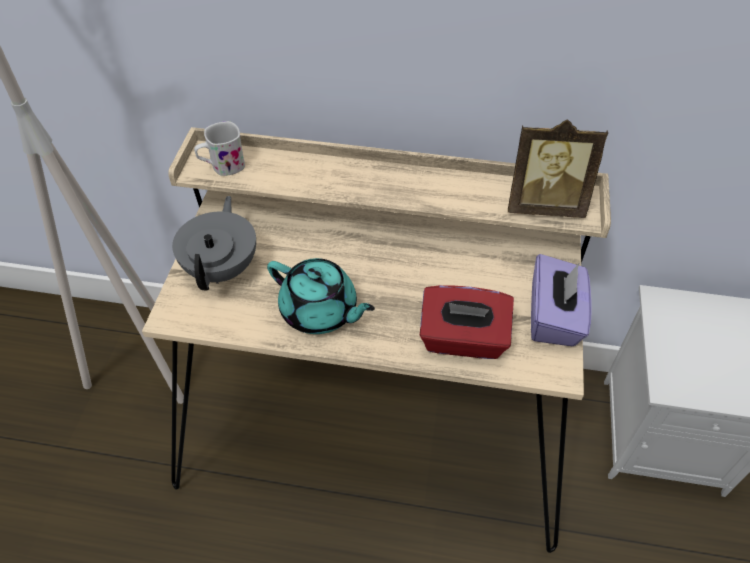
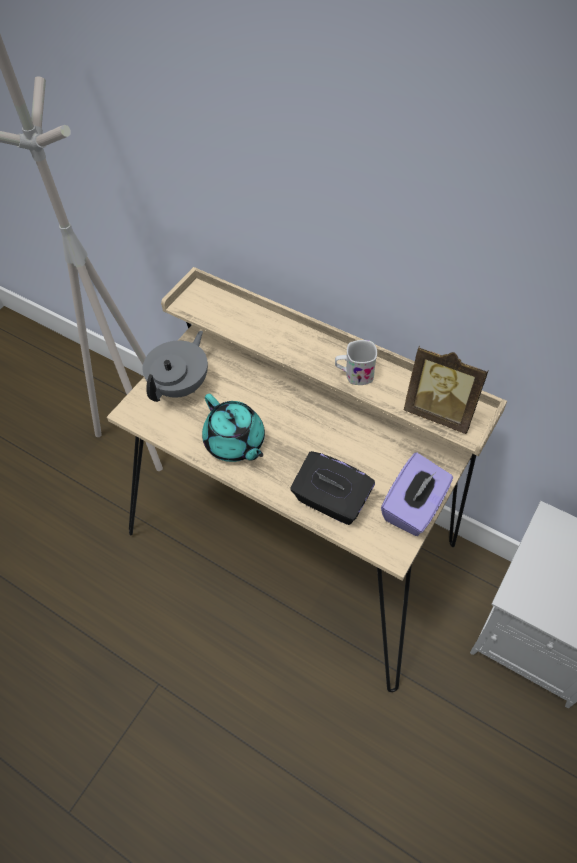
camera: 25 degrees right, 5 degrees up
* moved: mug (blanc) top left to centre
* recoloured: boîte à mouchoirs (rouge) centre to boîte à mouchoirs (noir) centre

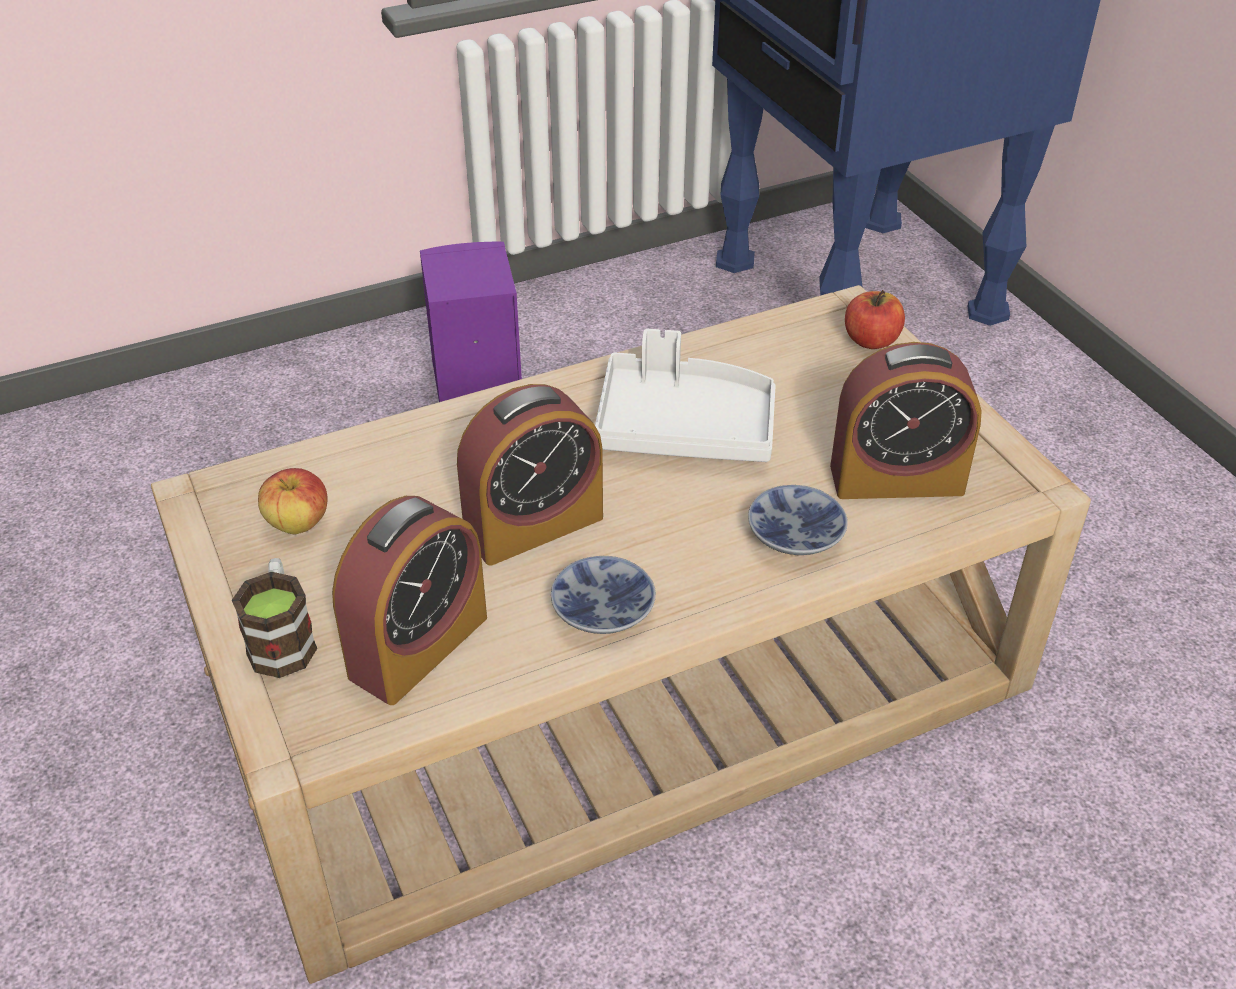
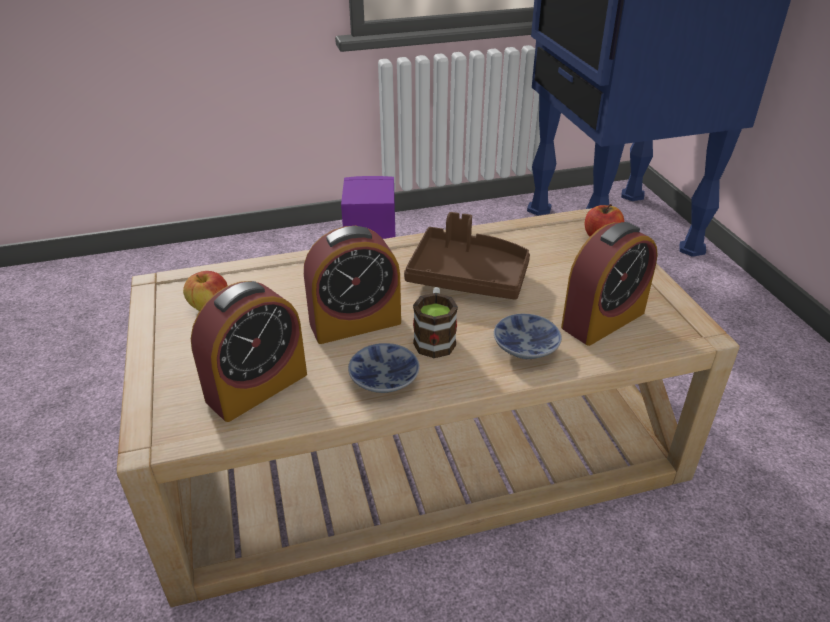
camera: 10 degrees right, 5 degrees down
* moved: mug middle left to centre
* recoloured: plateau (blanc) centre to plateau (marron) centre
* turned: réveil (3rd from left) middle right = middle right 45 degrees counterclockwise

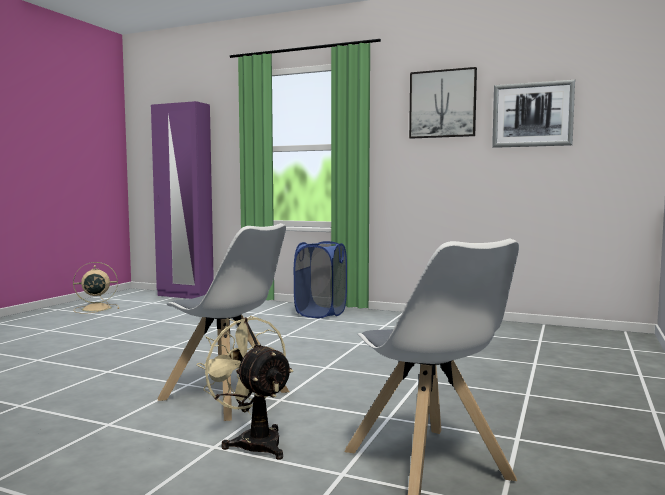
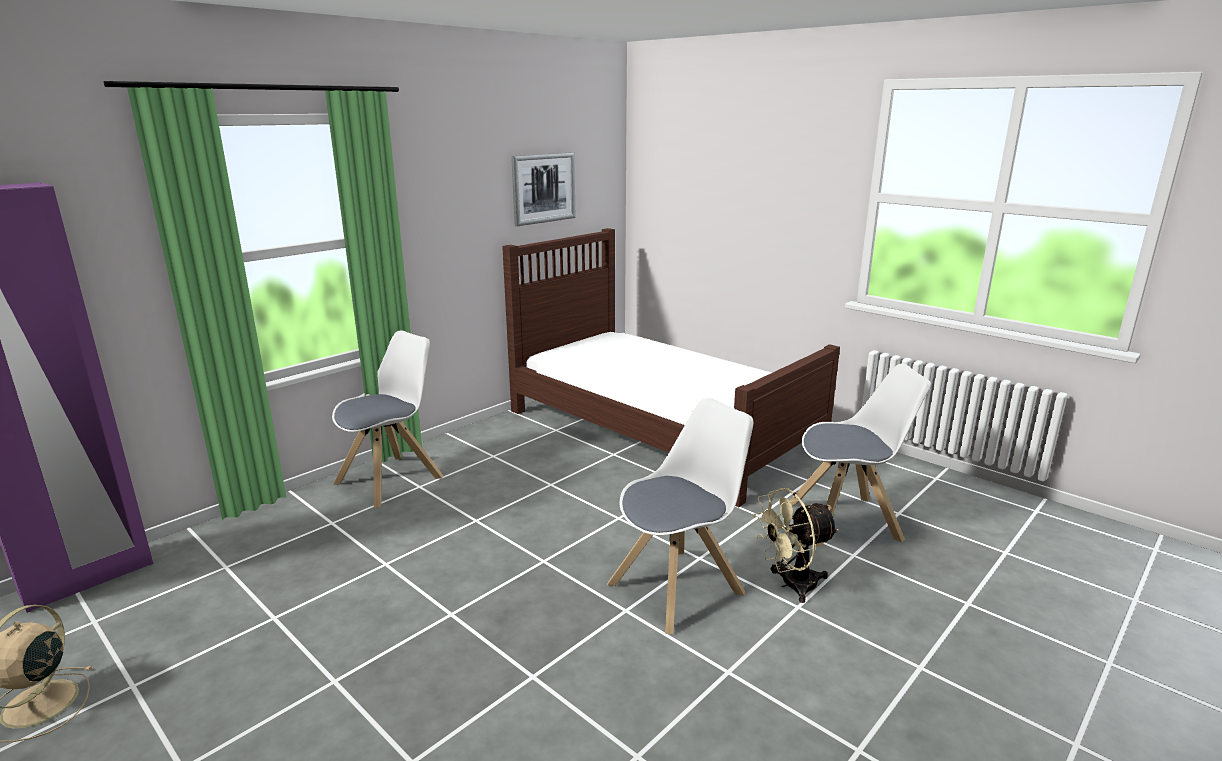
camera: 70 degrees left, 15 degrees up
* removed: tableau (1st from left) top centre
* added: lit (marron) centre
* replaced: panier à linge (bleu) centre to chaise (1st from left) middle left

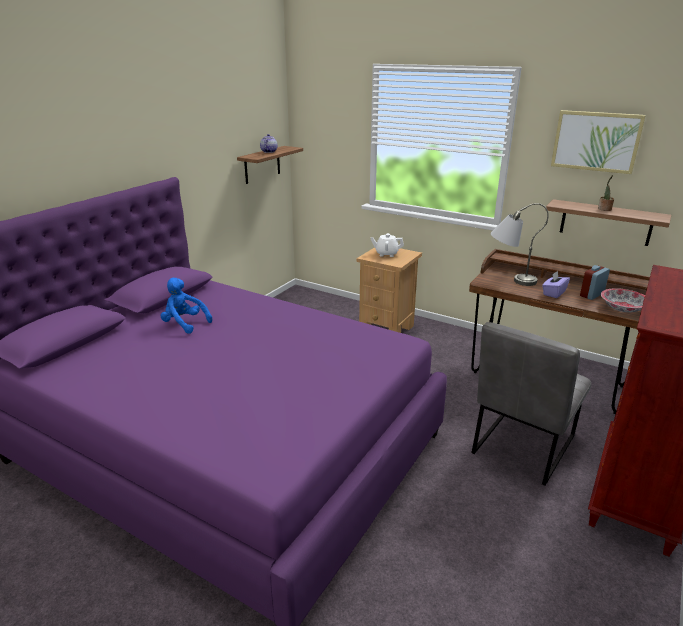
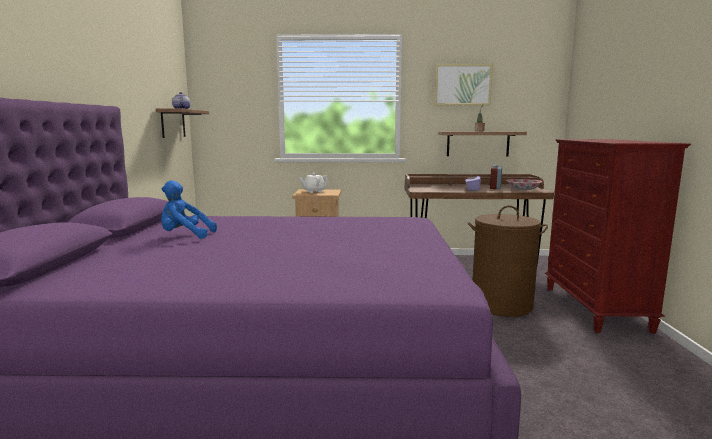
camera: 30 degrees left, 15 degrees down
* removed: lampe de table (gris) middle right
* replaced: chaise (gris) middle right to panier à linge (marron) middle right

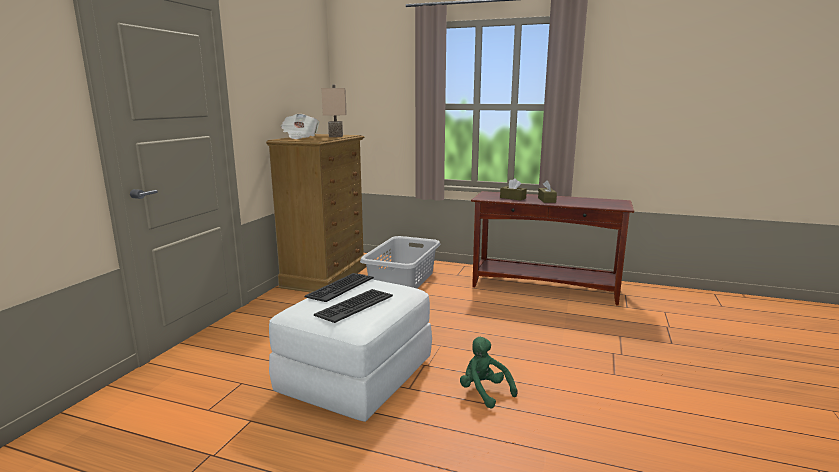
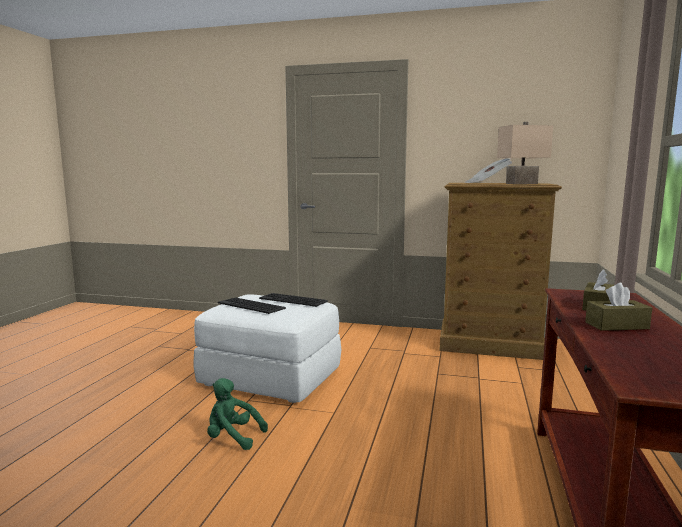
camera: 85 degrees right, 5 degrees down
* removed: panier à linge (gris) centre
* turned: peluche (vert) bottom centre = bottom centre 120 degrees counterclockwise

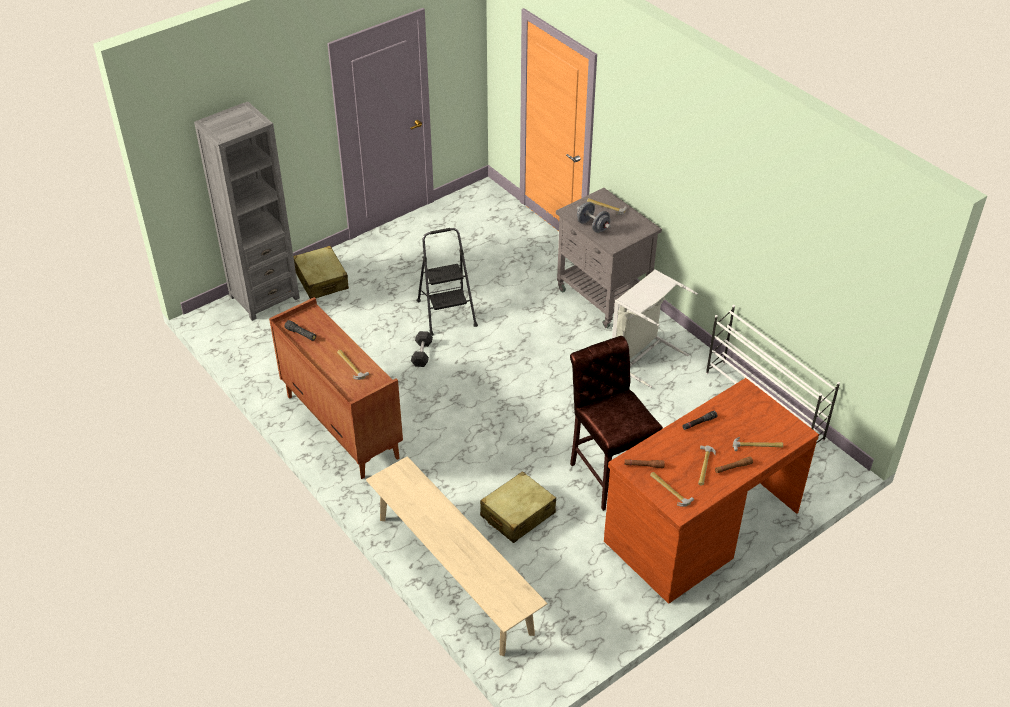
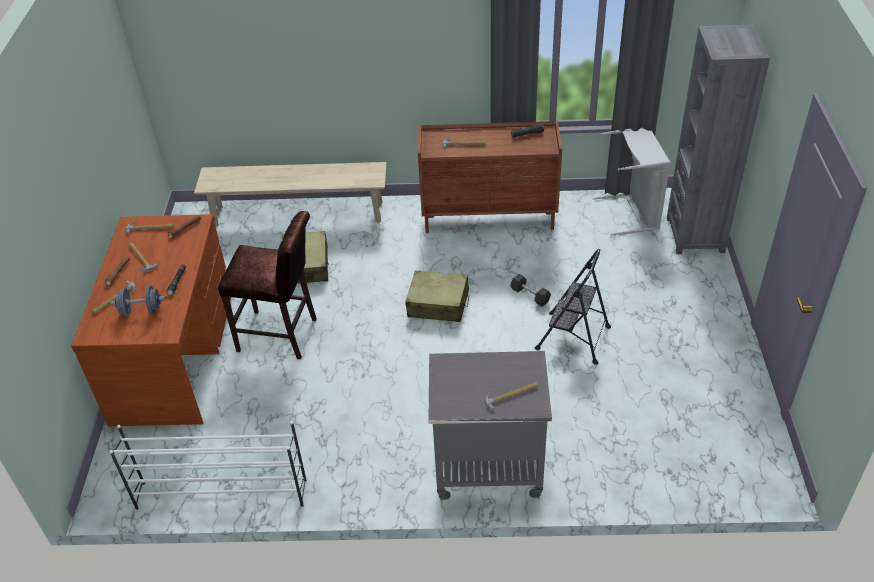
camera: 130 degrees right, 0 degrees up
* moved: valise (beige) (1st from left in the first image) middle left to valise (beige) (2nd from left) centre
* moved: haltère (gris) (2nd from left in the first image) top centre to haltère (gris) (1st from left) middle left
* moved: panier à linge (gris) centre to top right

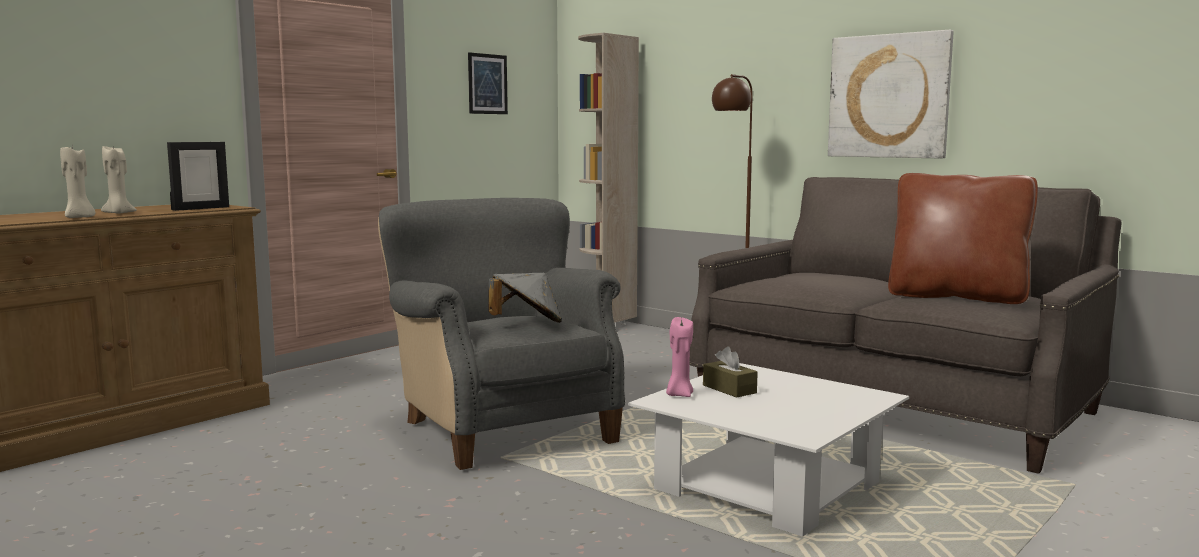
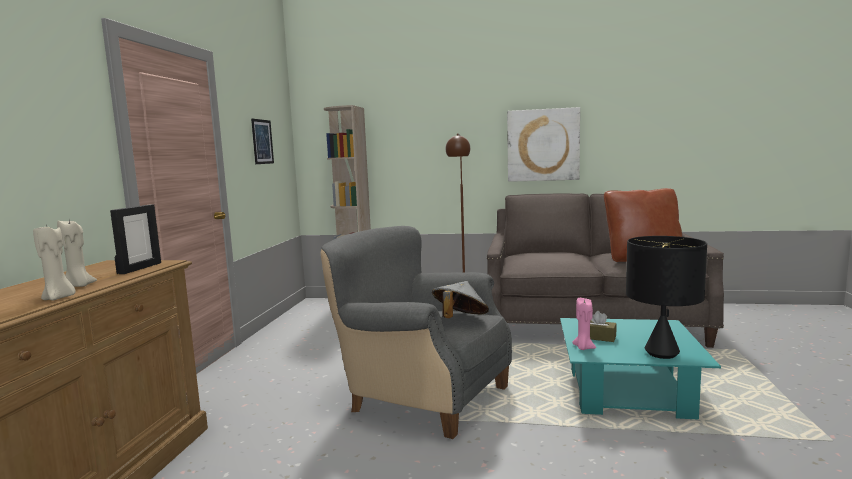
camera: 30 degrees left, 0 degrees up
* added: lampe de table (noir) middle right
* recoloured: table basse (blanc) bottom centre to table basse (turquoise) bottom right

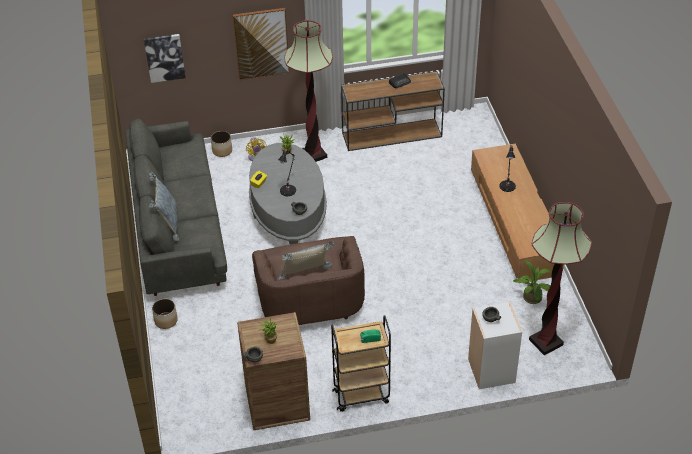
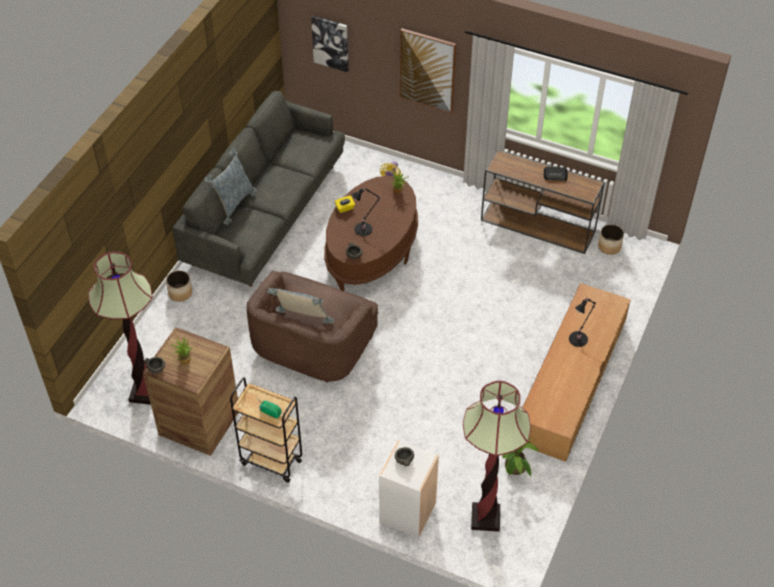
camera: 35 degrees right, 5 degrees up
* moved: cache-pot (2nd from left) top left to middle right
* moved: lampadaire (1st from left) top centre to middle left
* recoloured: table basse (gris) centre to table basse (marron) centre

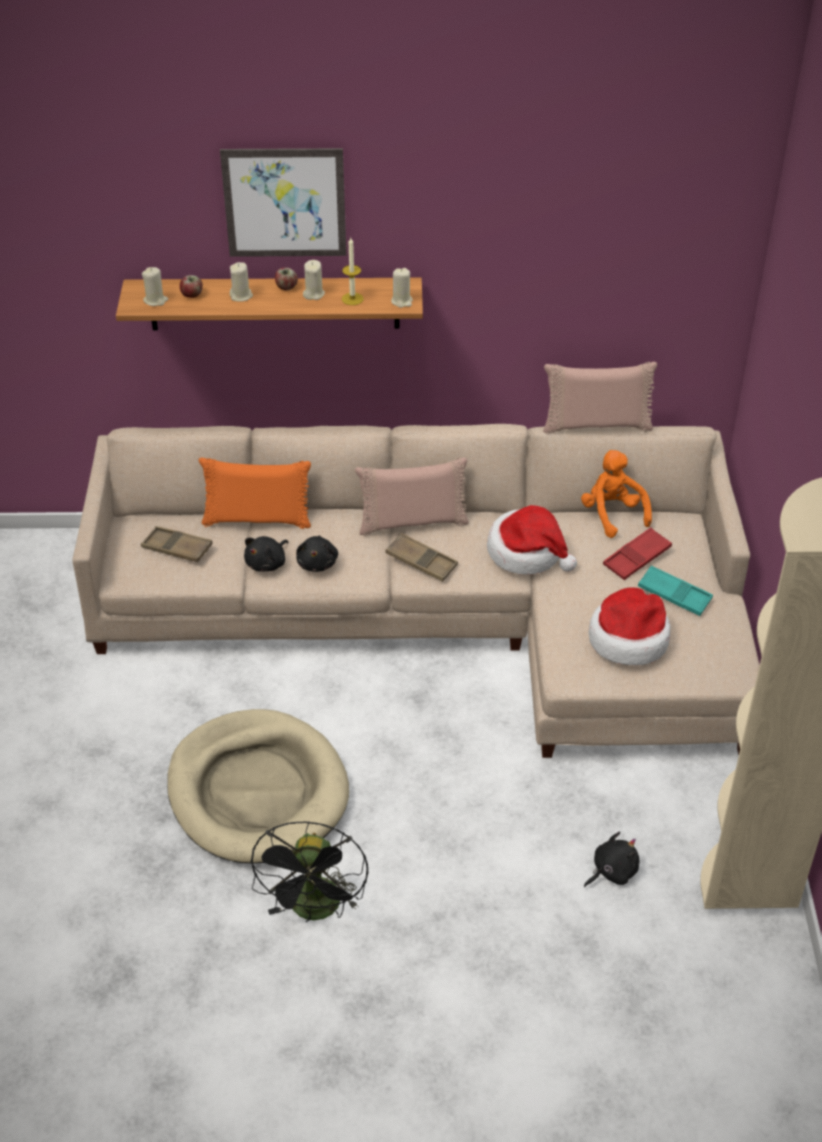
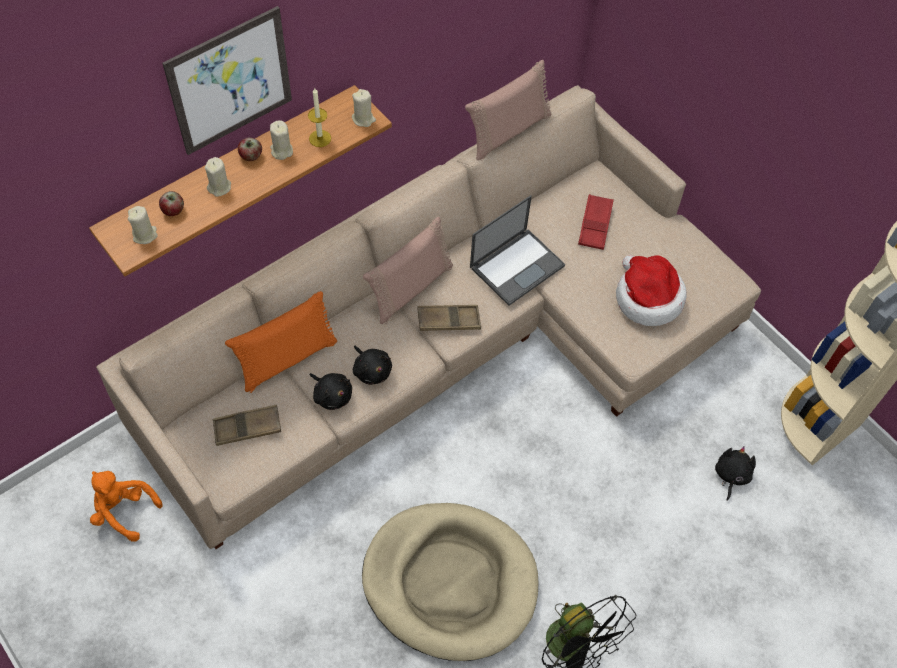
camera: 40 degrees left, 15 degrees up
* removed: plateau (turquoise) middle right
* moved: peluche (orange) middle right to bottom left
* replaced: chapeau (1st from left) centre to ordinateur portable centre
* turned: peluche (noir) (1st from left) middle left = centre 45 degrees counterclockwise

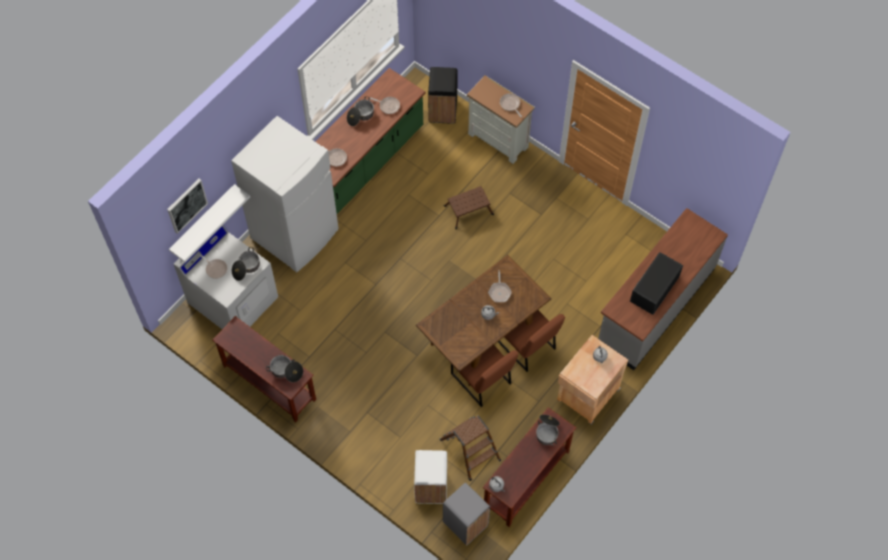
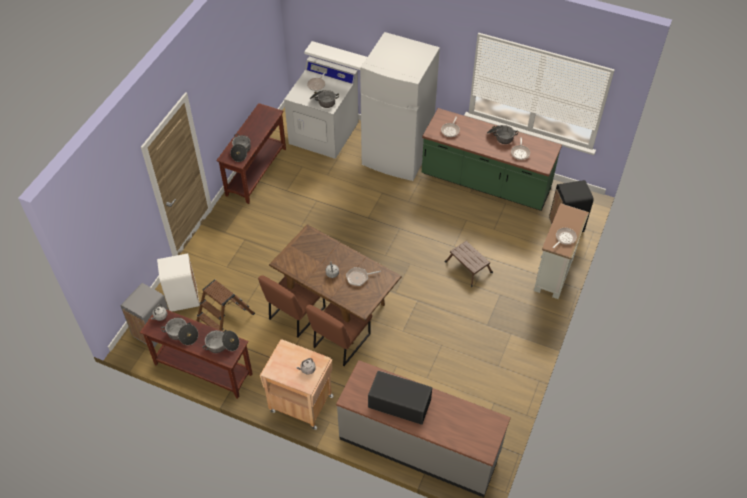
camera: 75 degrees right, 10 degrees down
* removed: tableau middle left
* added: marmite (1st from left) middle left

